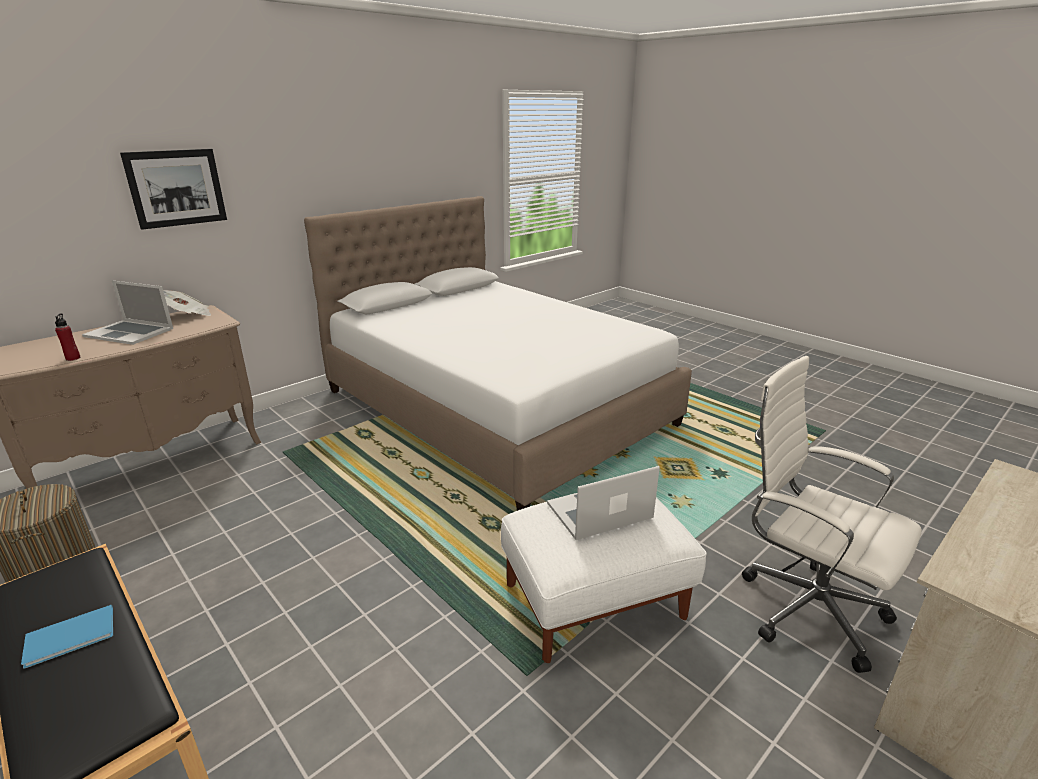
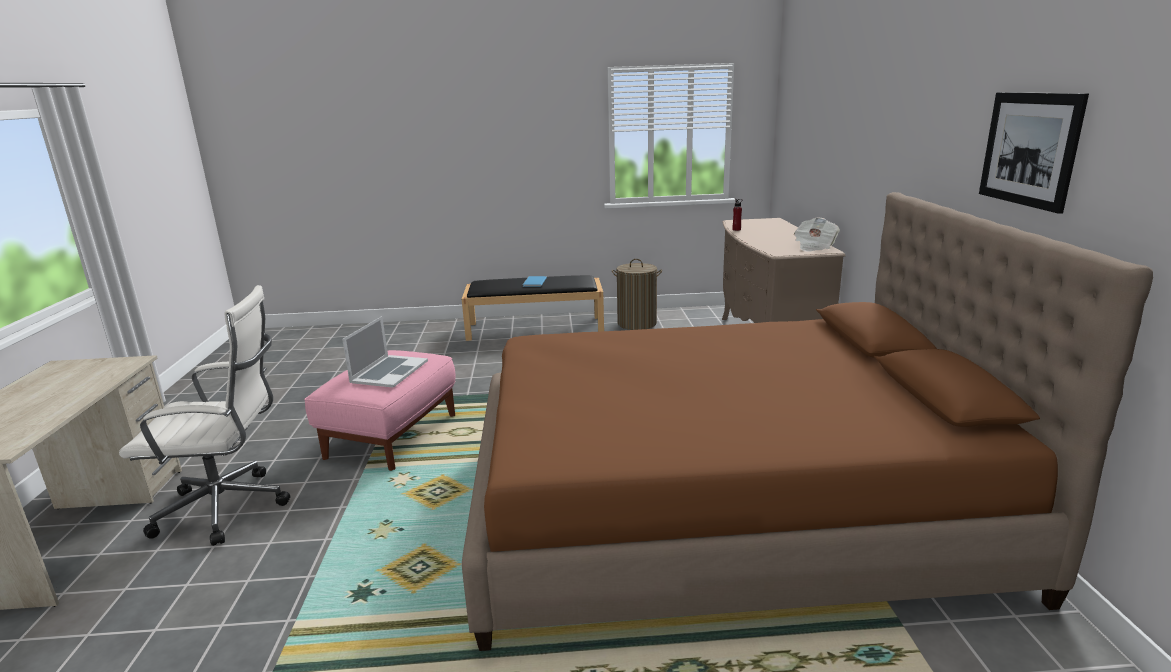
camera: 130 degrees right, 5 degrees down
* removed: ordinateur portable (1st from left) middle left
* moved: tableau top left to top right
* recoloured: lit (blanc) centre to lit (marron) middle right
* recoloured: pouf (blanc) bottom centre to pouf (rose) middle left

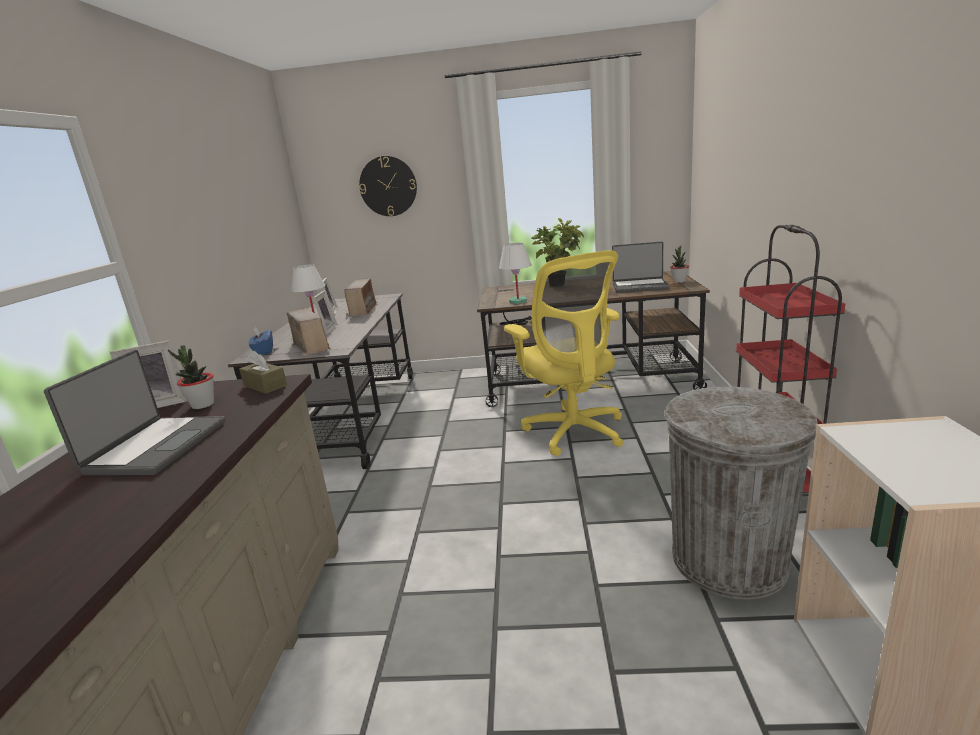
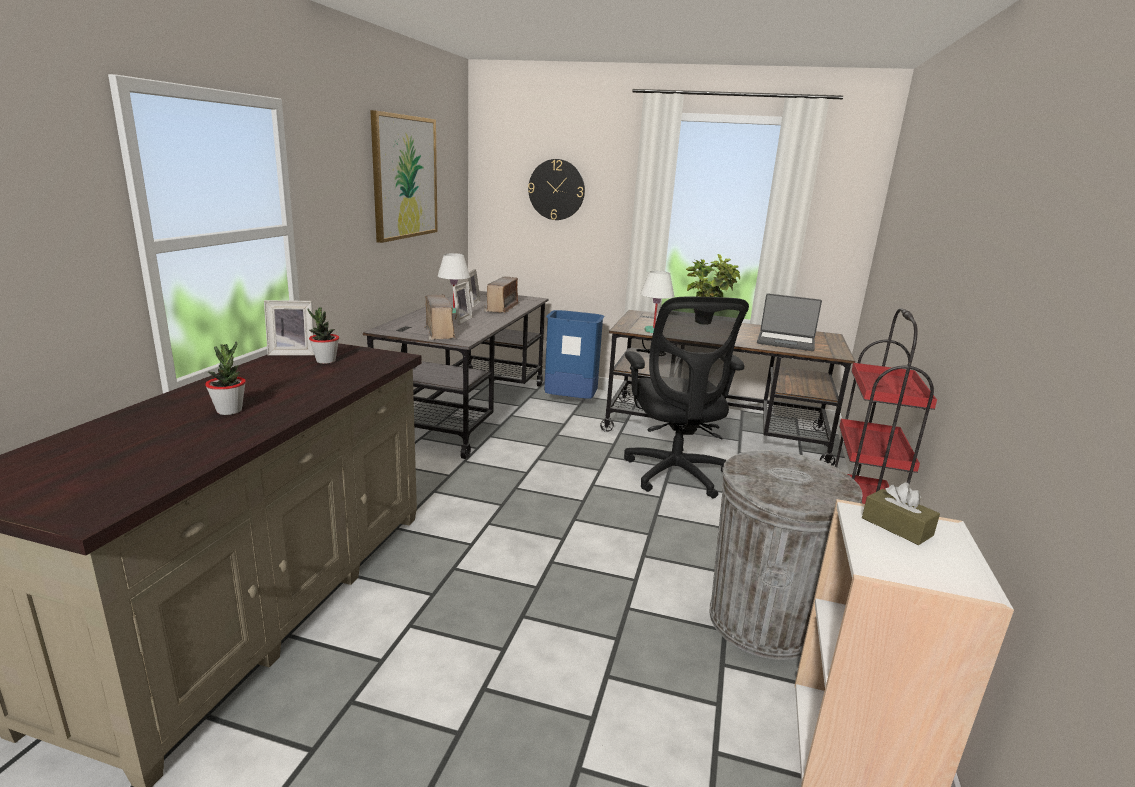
camera: 10 degrees right, 0 degrees up
* removed: ordinateur portable (1st from left) middle left
* removed: boîte à mouchoirs (bleu) middle left
* added: tableau top centre
* added: poubelle (bleu) centre
* moved: boîte à mouchoirs (marron) middle left to middle right
* moved: plante en pot (3rd from left in the first image) middle right to plante en pot (1st from left) middle left
* recoloured: chaise de bureau (jaune) centre to chaise de bureau (noir) centre

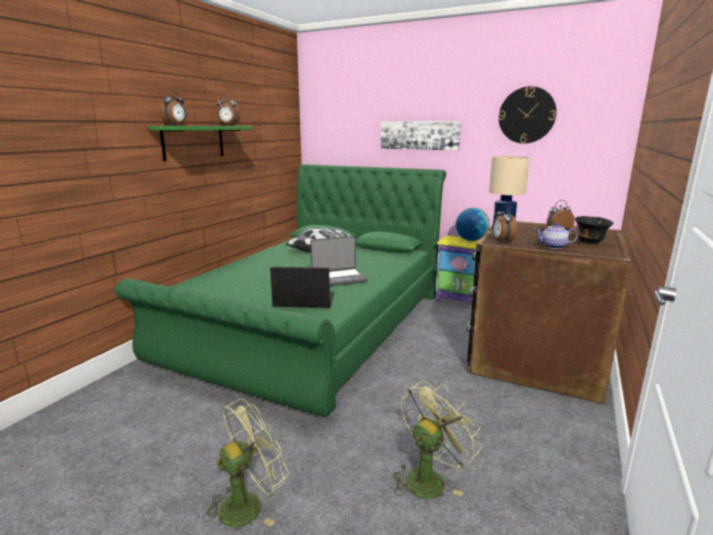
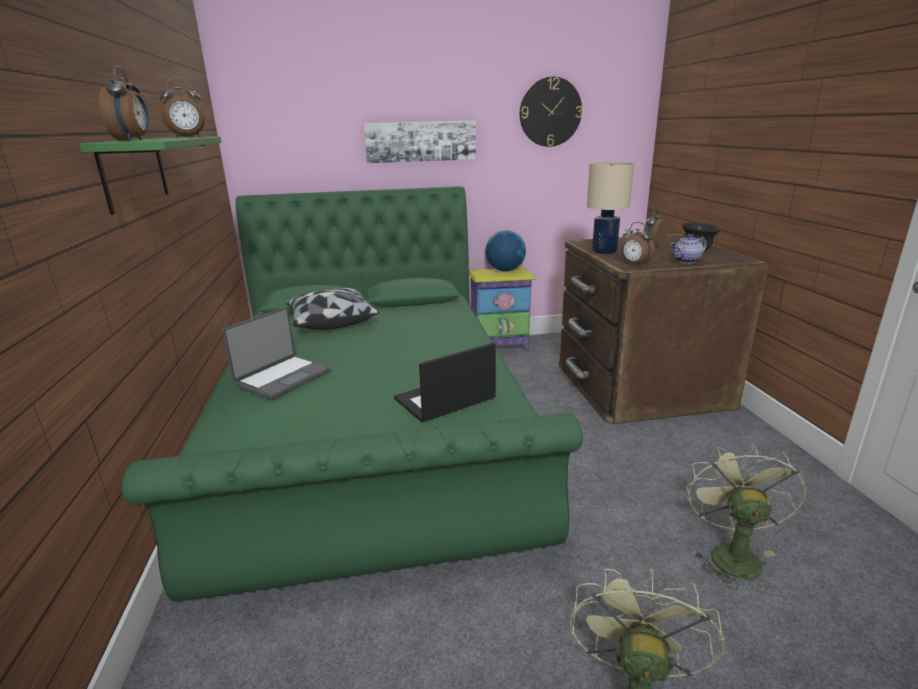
camera: 35 degrees left, 5 degrees up
* moved: ordinateur portable (2nd from left in the first image) centre to ordinateur portable (1st from left) middle left

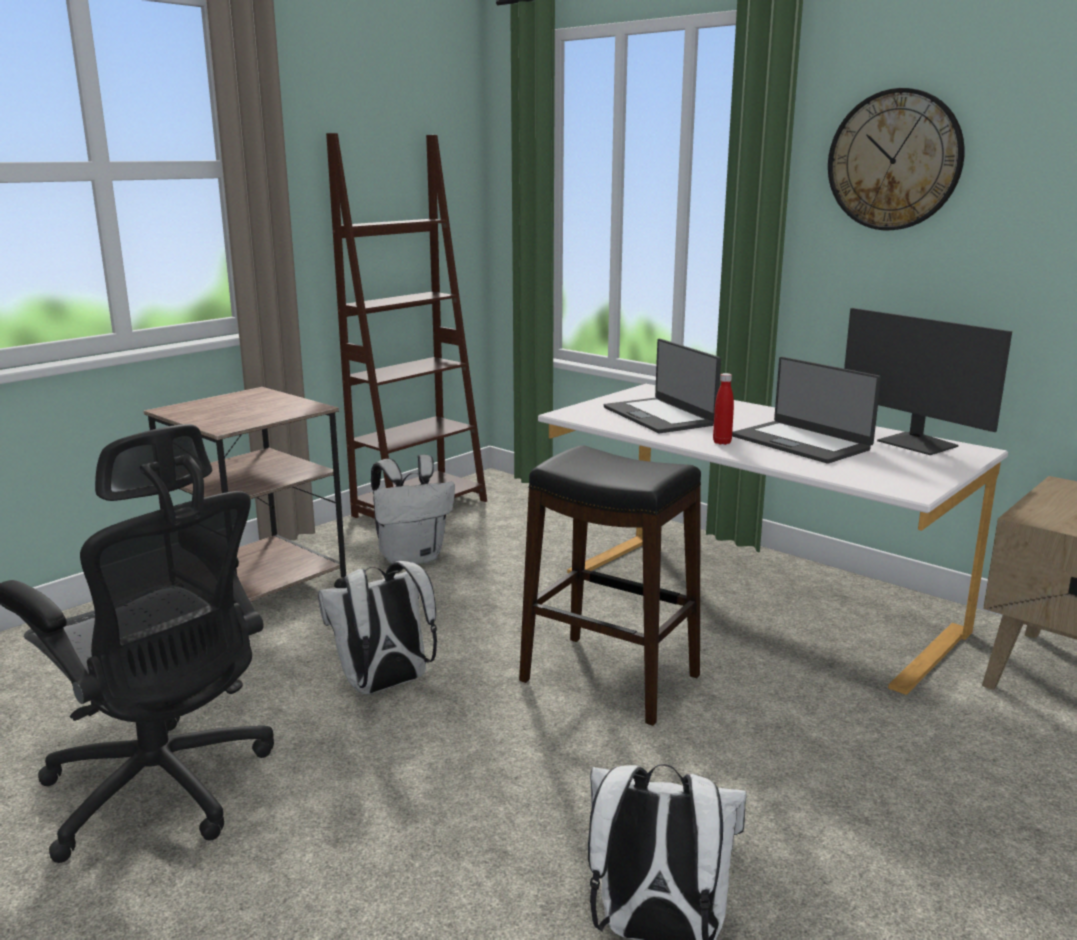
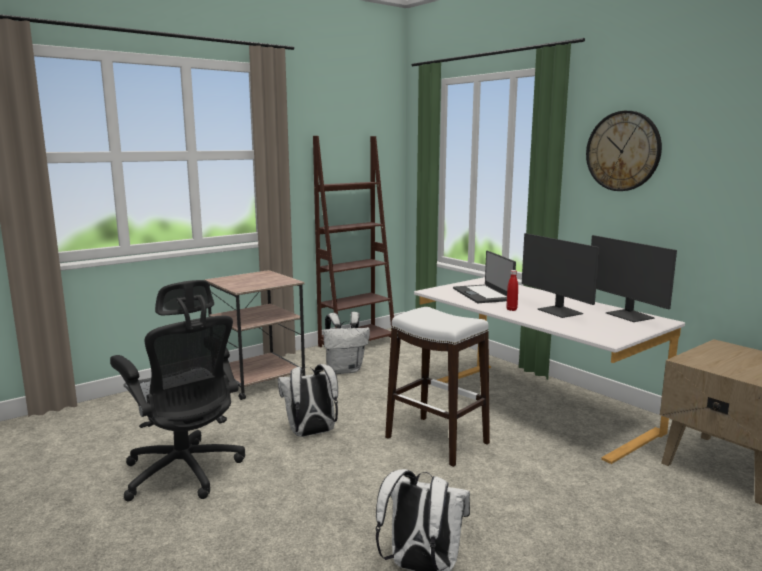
camera: 10 degrees right, 5 degrees down
* replaced: ordinateur portable (2nd from left) middle right to écran d'ordinateur (1st from left) middle right
* recoloured: tabouret (noir) centre to tabouret (blanc) bottom centre

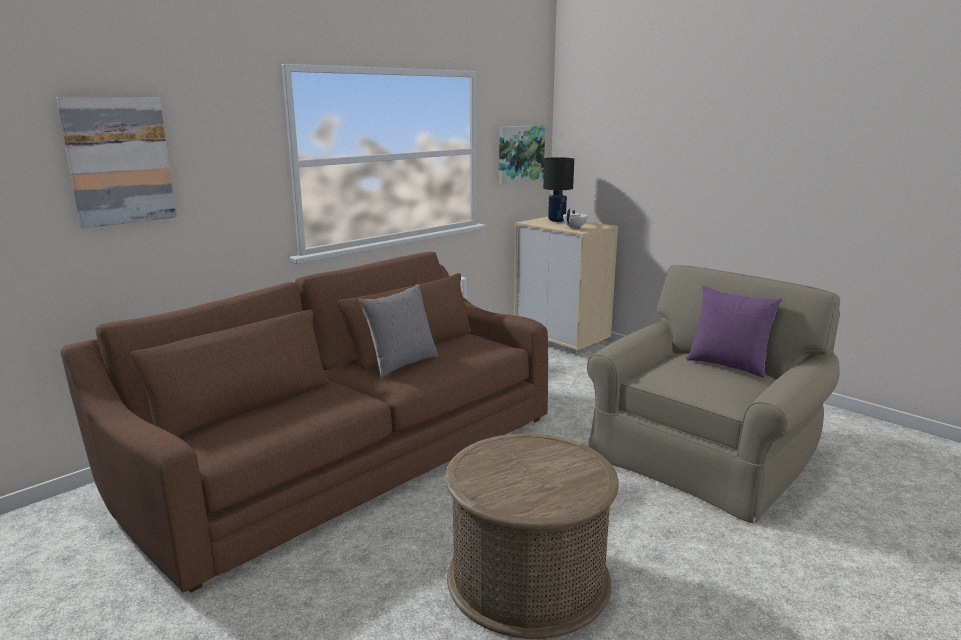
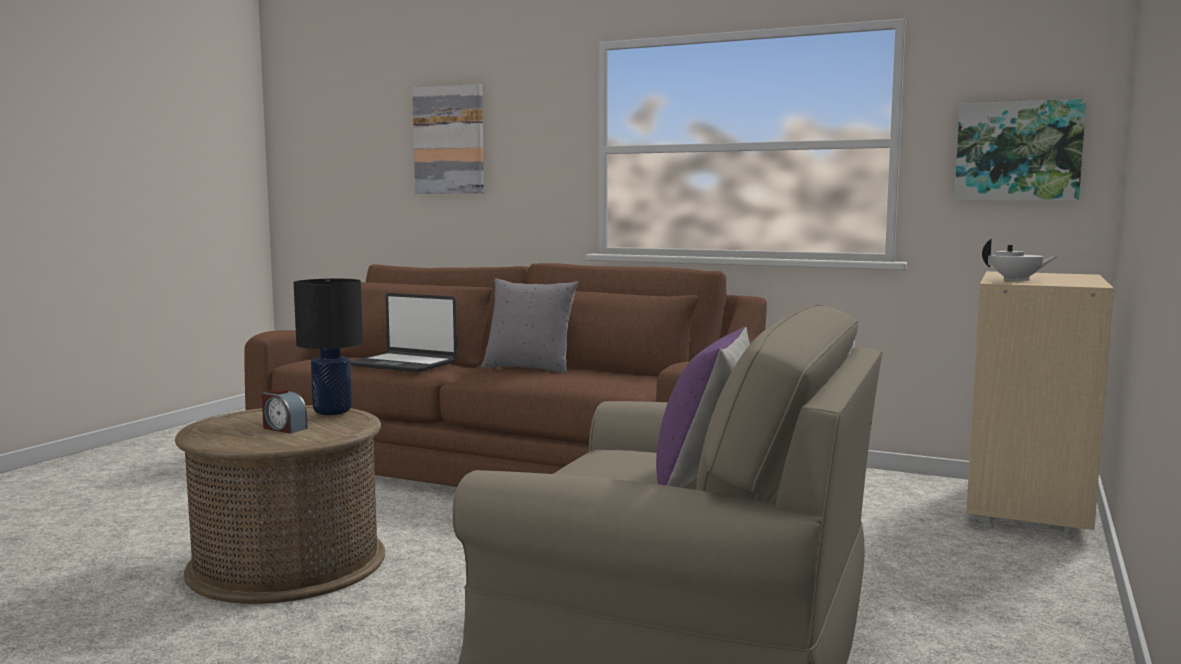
camera: 70 degrees right, 10 degrees down
* added: réveil middle left
* added: ordinateur portable centre
* moved: lampe de table (noir) top centre to middle left

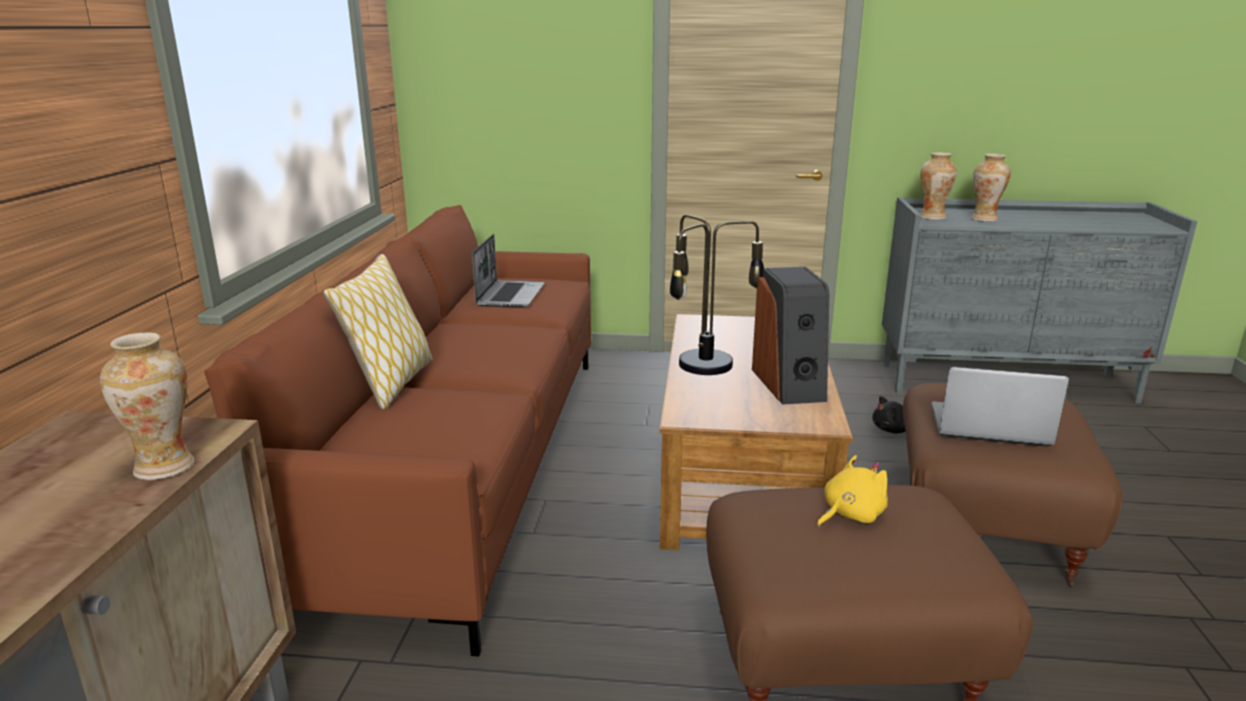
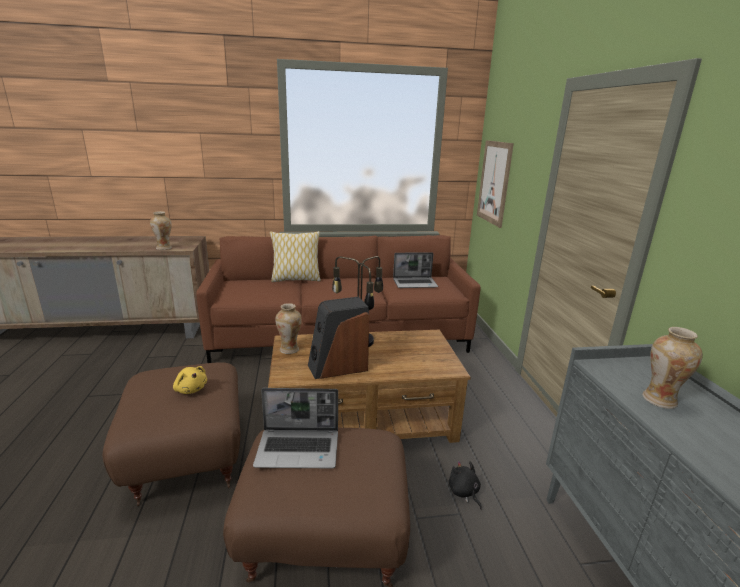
camera: 75 degrees right, 0 degrees up
* added: tableau top right
* moved: vase (2nd from left) top right to centre
* turned: ordinateur portable (2nd from left in the first image) middle right = bottom centre 90 degrees clockwise

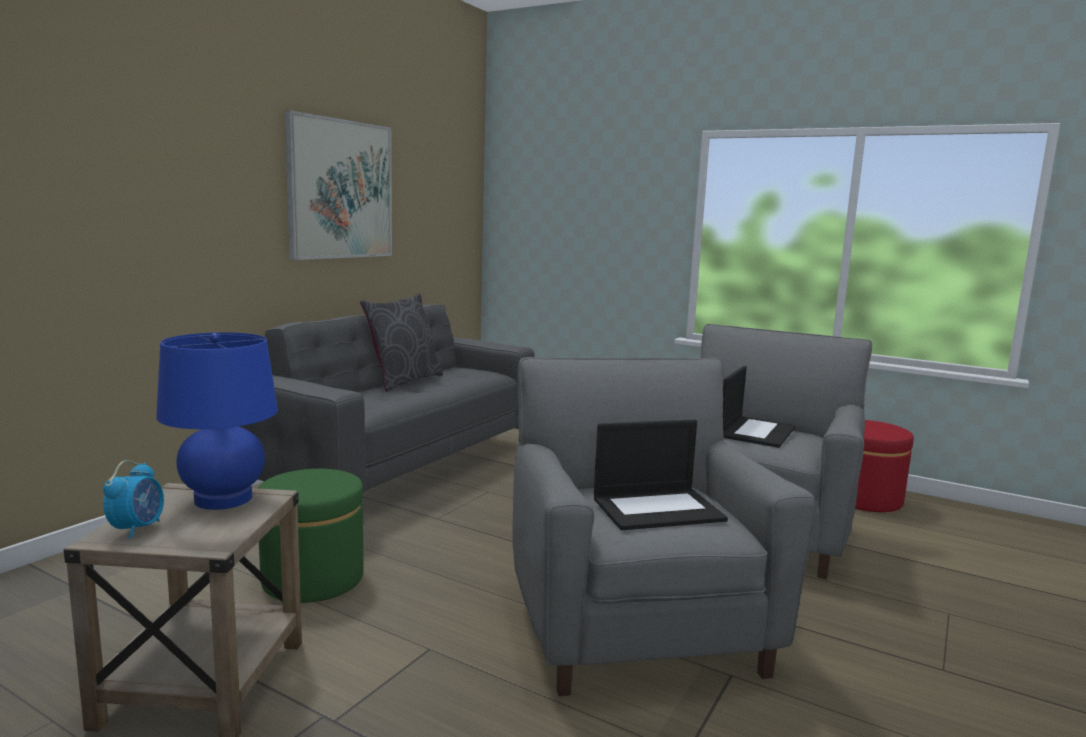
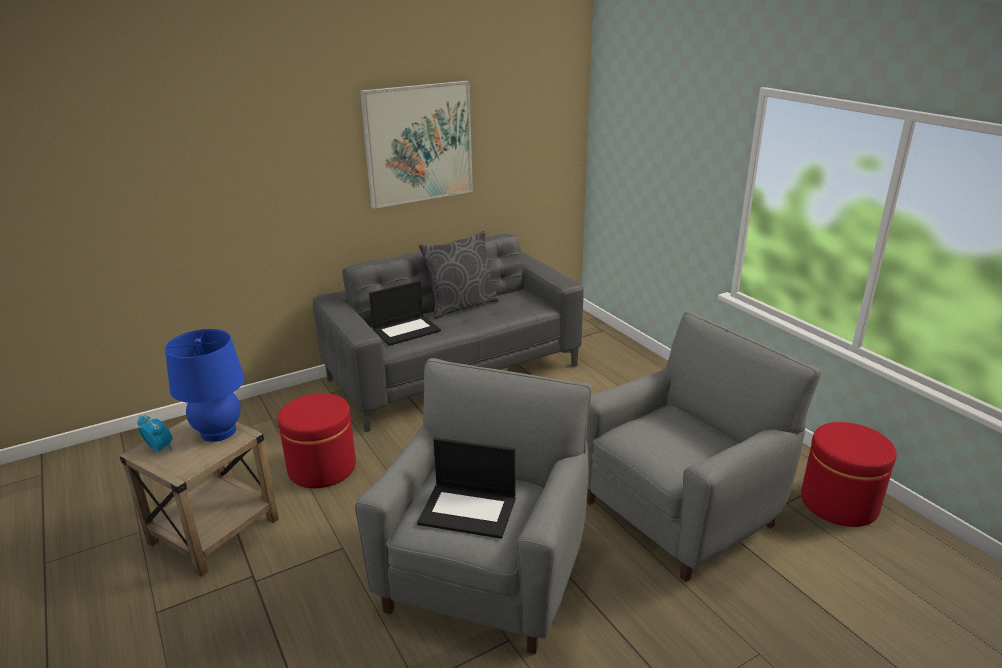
camera: 30 degrees right, 15 degrees up
* moved: ordinateur portable (2nd from left in the first image) middle right to ordinateur portable (1st from left) centre
* recoloured: pouf (vert) bottom left to pouf (rouge) (1st from left) middle left
* turned: réveil bottom left = middle left 90 degrees counterclockwise

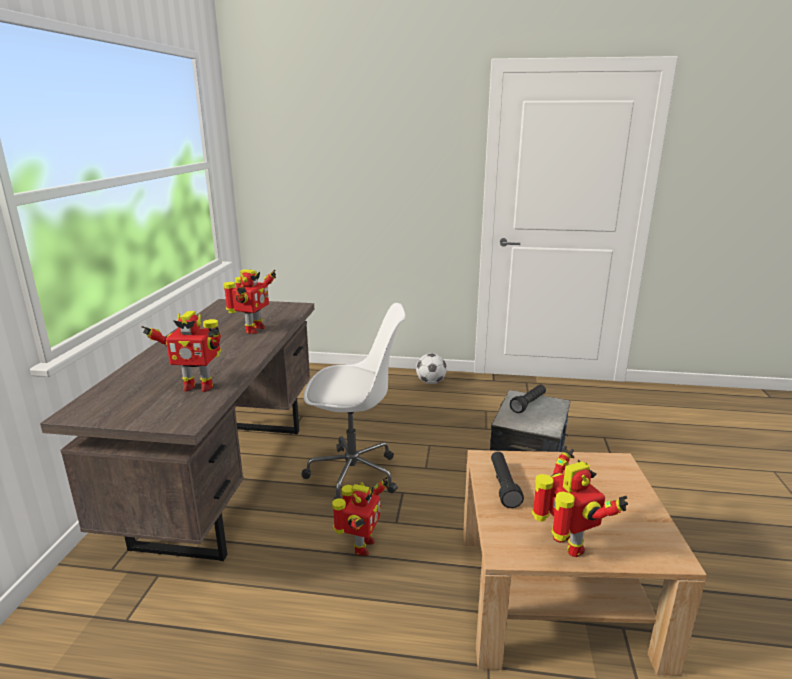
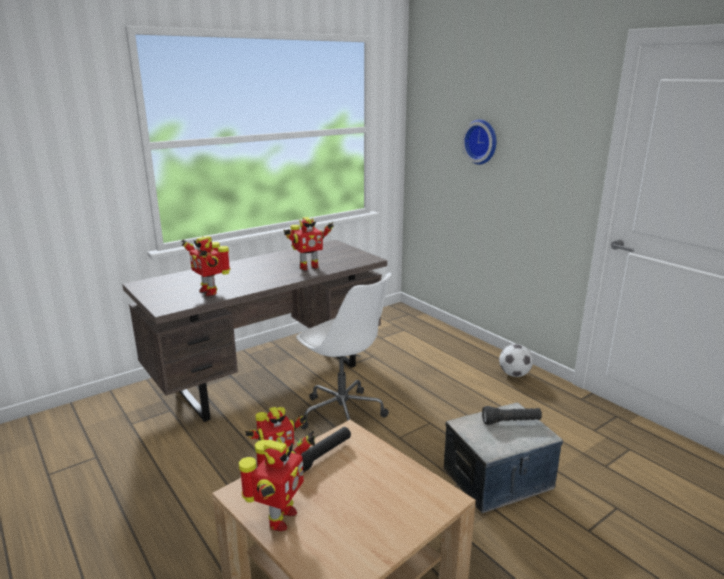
camera: 45 degrees right, 0 degrees up
* added: horloge murale top centre

